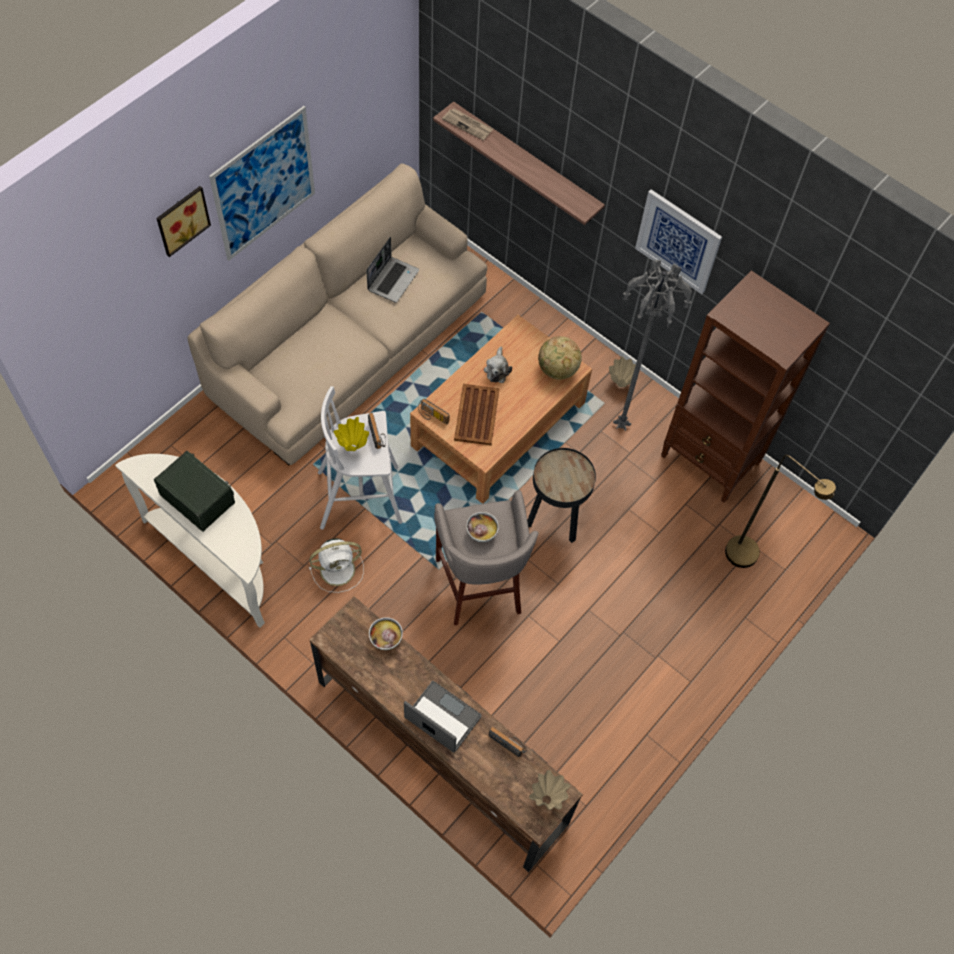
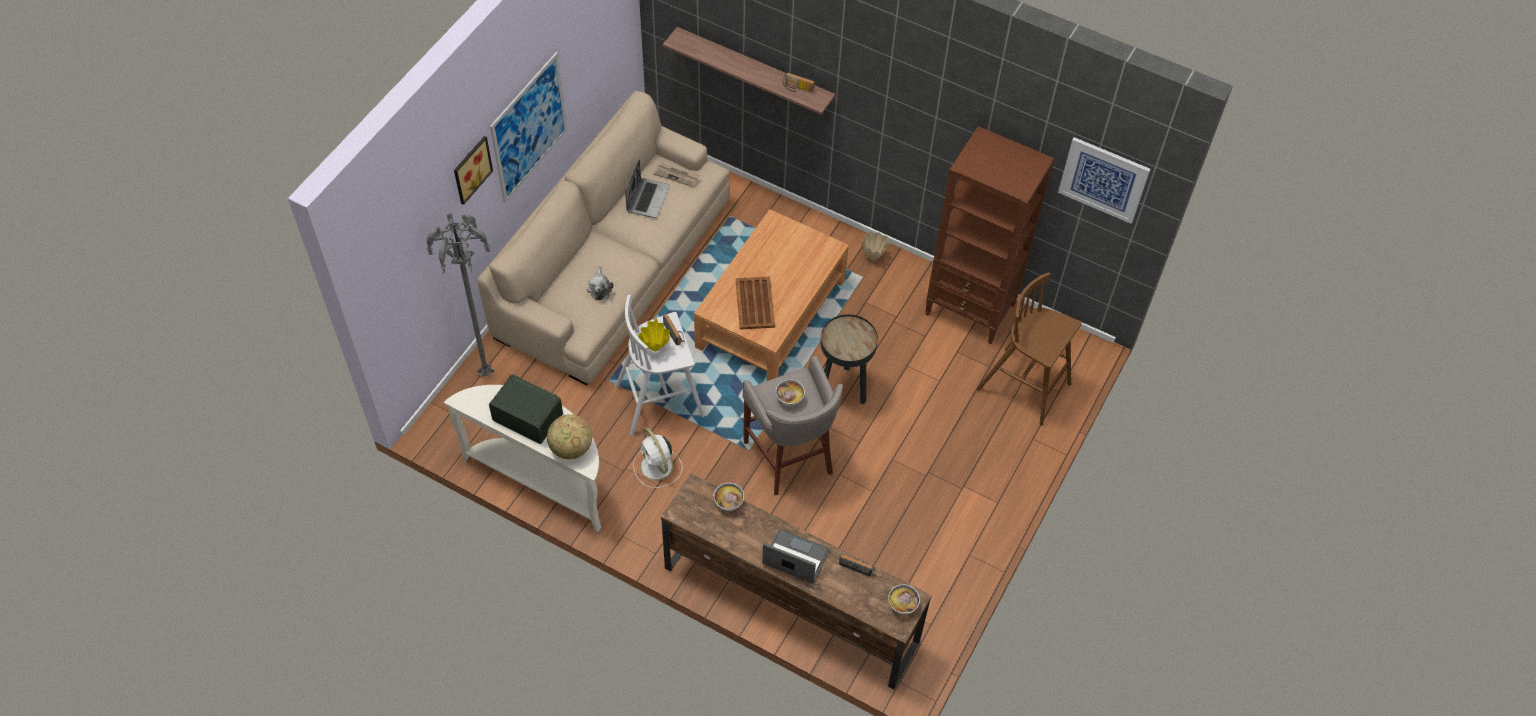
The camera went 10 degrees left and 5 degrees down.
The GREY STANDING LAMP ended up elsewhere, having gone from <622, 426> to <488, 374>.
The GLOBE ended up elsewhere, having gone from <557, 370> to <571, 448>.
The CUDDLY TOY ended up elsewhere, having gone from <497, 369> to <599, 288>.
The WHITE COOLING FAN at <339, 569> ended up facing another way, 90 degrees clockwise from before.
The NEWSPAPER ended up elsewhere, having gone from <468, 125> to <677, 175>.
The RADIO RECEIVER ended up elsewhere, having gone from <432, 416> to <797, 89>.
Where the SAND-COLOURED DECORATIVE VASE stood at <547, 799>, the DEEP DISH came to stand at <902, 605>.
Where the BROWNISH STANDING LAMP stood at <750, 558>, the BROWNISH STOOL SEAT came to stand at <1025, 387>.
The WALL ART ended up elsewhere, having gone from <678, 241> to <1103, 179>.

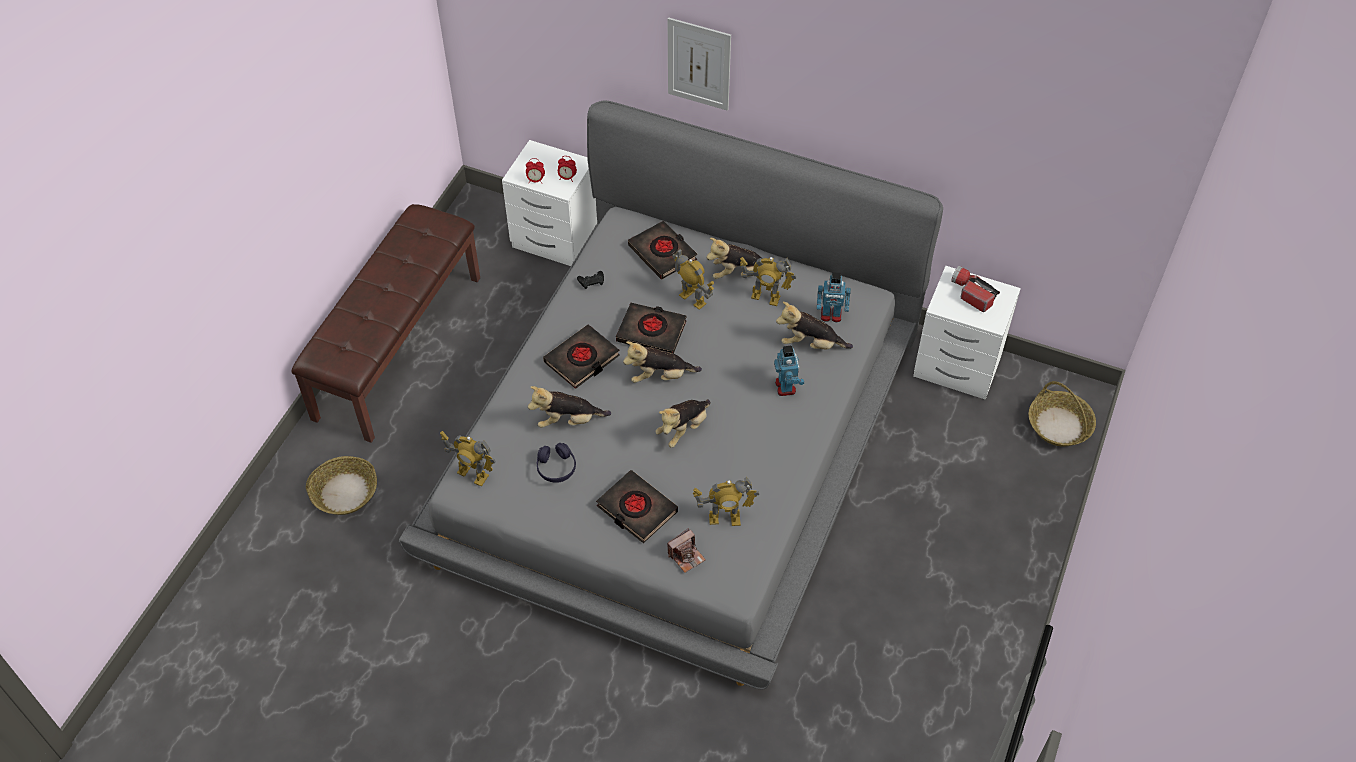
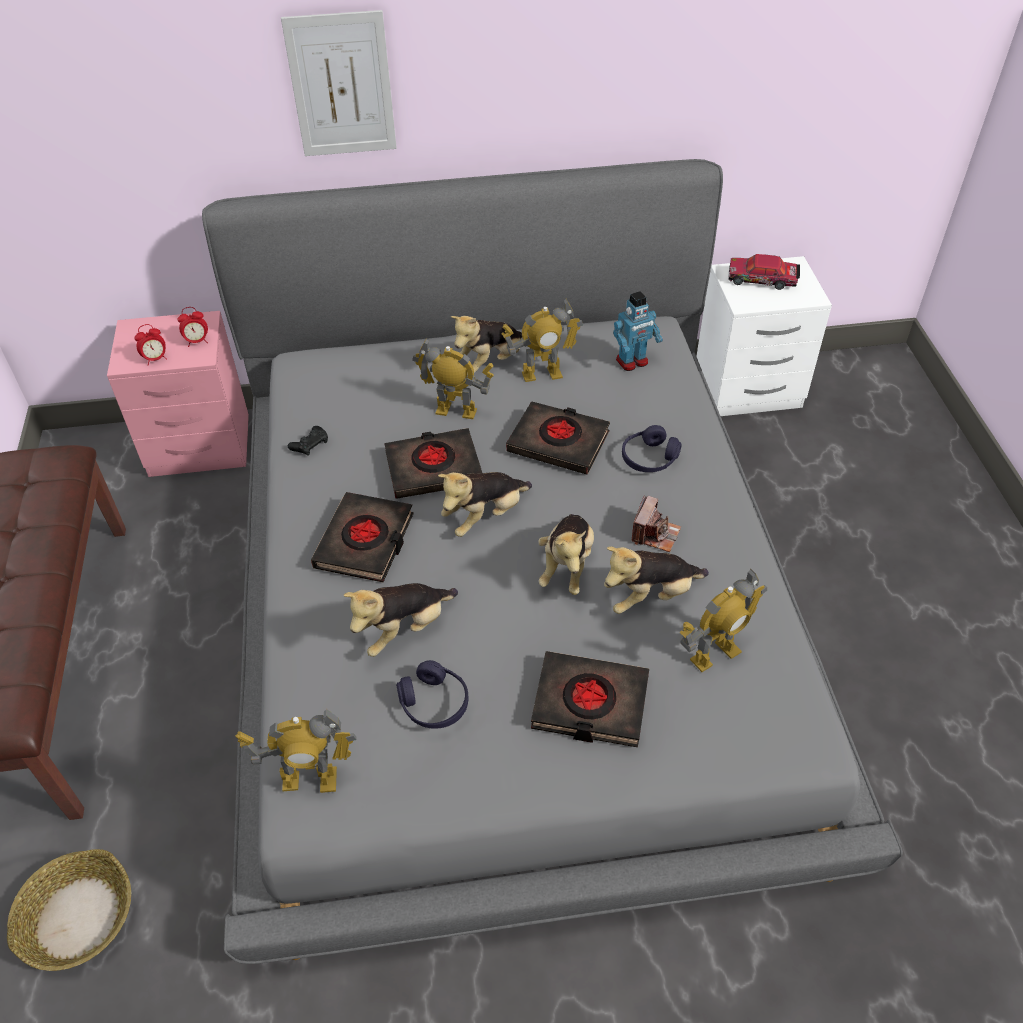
The camera went 30 degrees left and 5 degrees down.
What was the WHITE NIGHT TABLE at <556, 240> turned into the PINKISH NIGHT TABLE at <202, 446>.
The BLACK-COLOURED BOUND BOOK ended up elsewhere, having gone from <663, 253> to <558, 442>.
The CUDDLY TOY ended up elsewhere, having gone from <811, 344> to <650, 596>.
Where the ROBOT FIGURE stood at <786, 387>, the PURPLISH PAIR OF HEADPHONES came to stand at <649, 458>.
The PHOTO CAMERA ended up elsewhere, having gone from <686, 556> to <655, 534>.
Where the FLASHLIGHT stood at <971, 293>, the TOY CAR came to stand at <762, 279>.
The second view lost the BASKET at <1059, 426>.

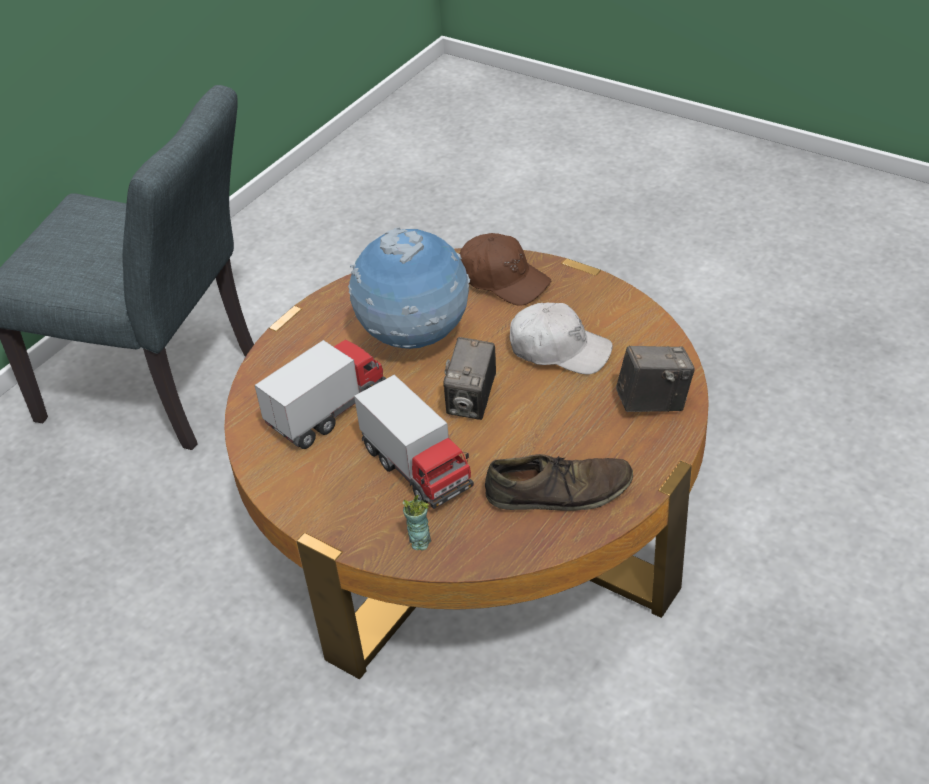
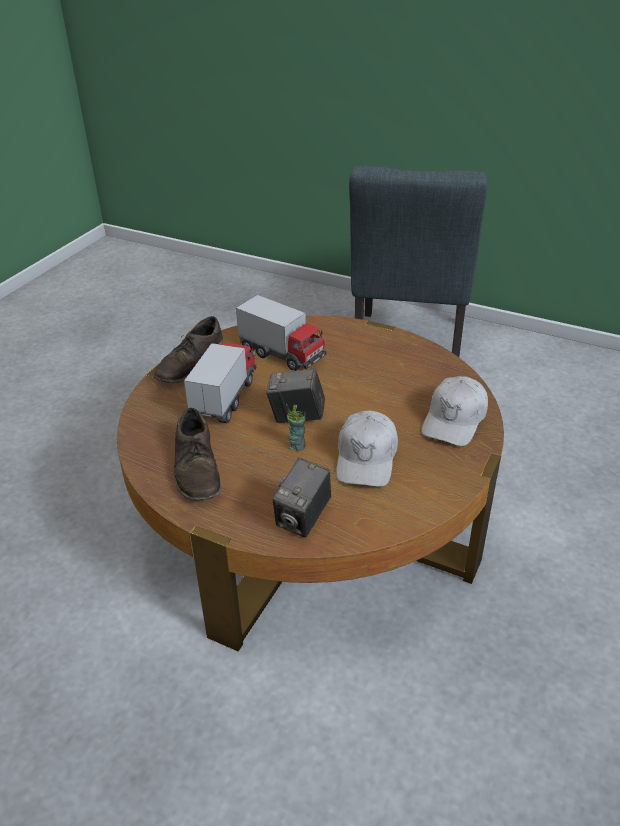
The camera went 80 degrees right and 5 degrees down.
The second view gained the BROWNISH LOW SHOE at <190, 362>.
The MODEL TRUCK at <417, 469> ended up facing another way, 150 degrees clockwise from before.
The PHOTO CAMERA at <653, 403> ended up facing another way, 45 degrees clockwise from before.
The CUP ended up elsewhere, having gone from <419, 541> to <297, 445>.
What was the BROWNISH BASEBALL CAP at <503, 280> turned into the WHITE BASEBALL CAP at <454, 420>.
The second view lost the GLOBE at <415, 340>.

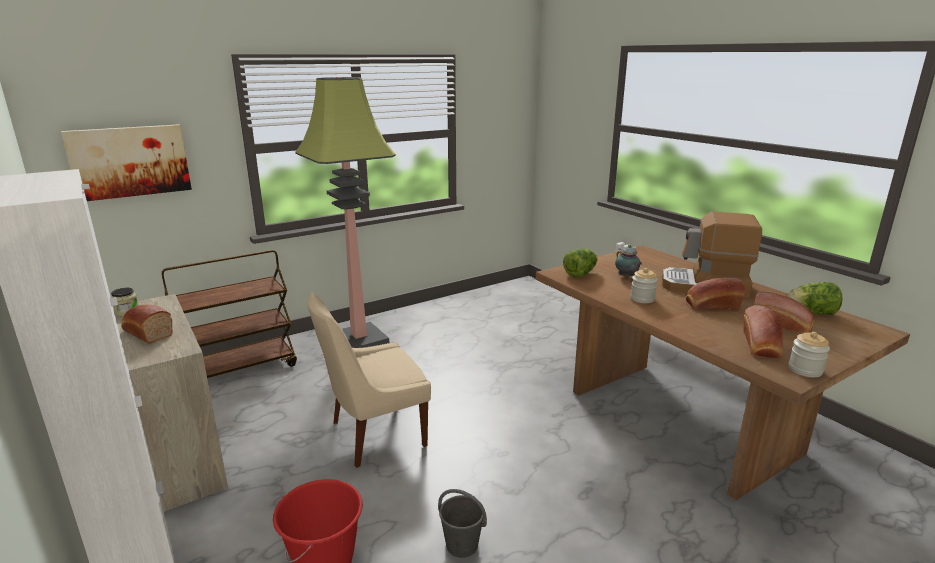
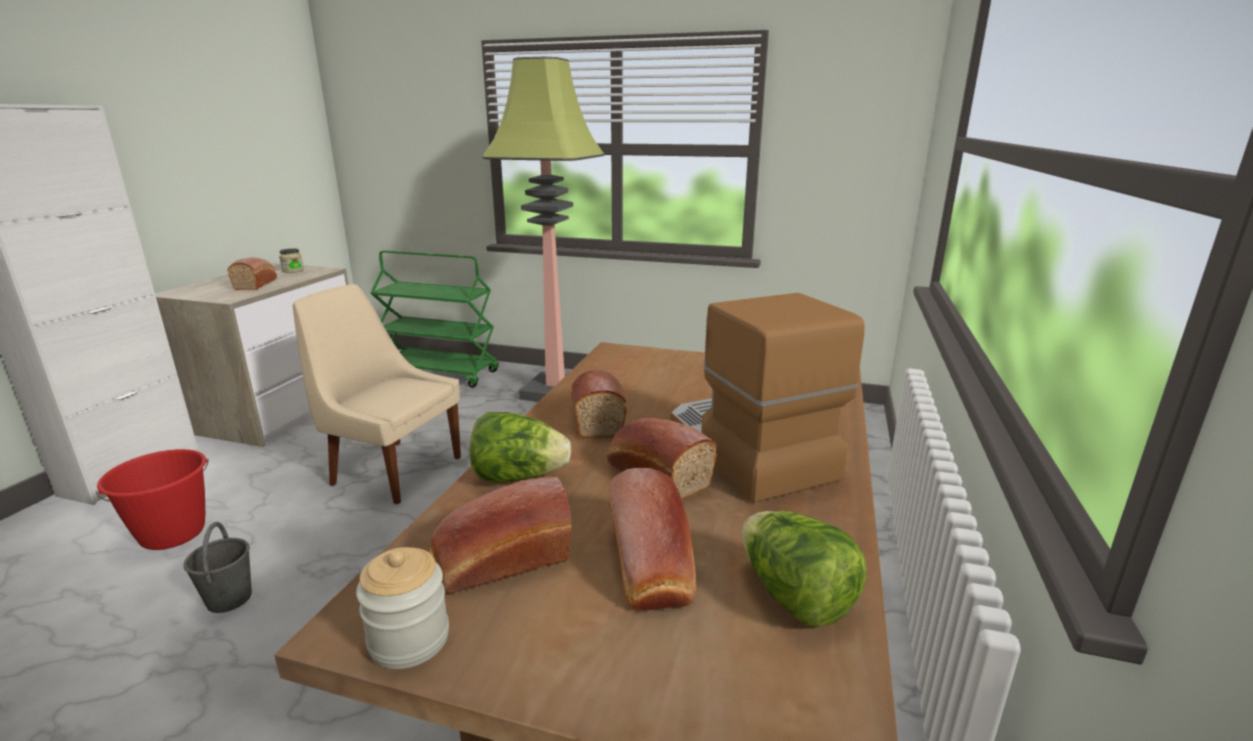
The camera went 50 degrees right and 0 degrees up.
What was the BROWNISH WHEELED CART at <239, 370> turned into the GREEN-COLOURED WHEELED CART at <441, 373>.
The LETTUCE ended up elsewhere, having gone from <580, 274> to <519, 477>.
Where the JAR stood at <642, 299>, the BAKERY BREAD came to stand at <596, 418>.
The second view lost the WALL ART at <130, 161>.
The second view lost the POT FOR TEA at <626, 277>.

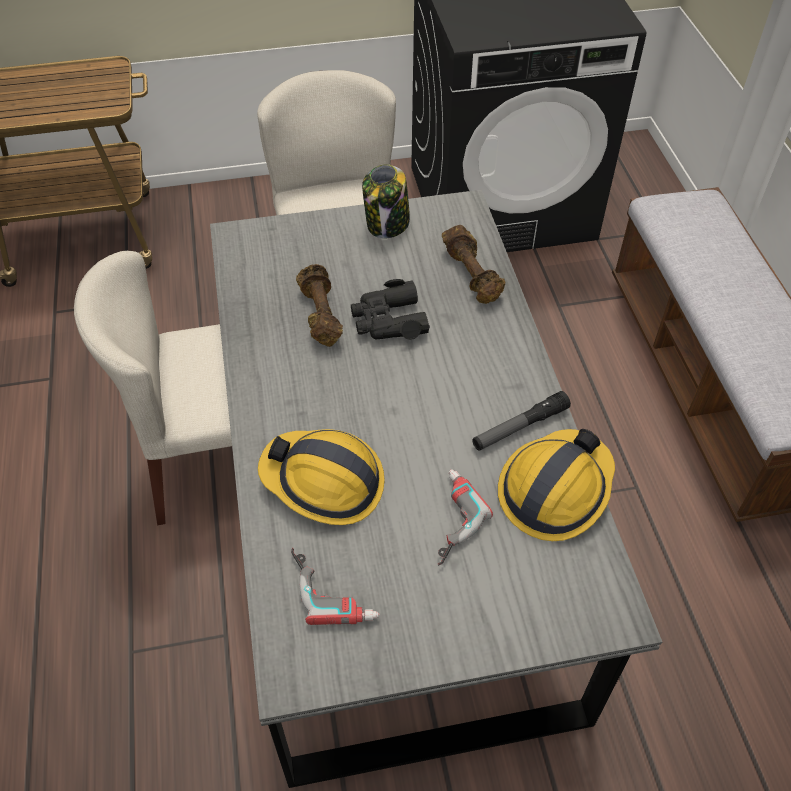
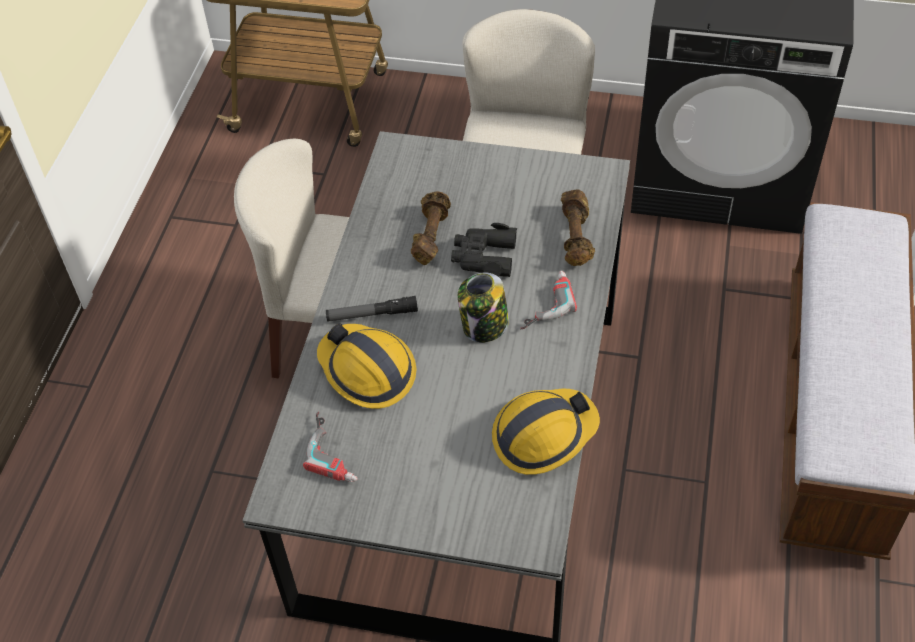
The camera went 25 degrees right and 0 degrees up.
The FLASHLIGHT ended up elsewhere, having gone from <520, 427> to <372, 314>.
The JAR ended up elsewhere, having gone from <387, 224> to <484, 326>.
The POWER DRILL ended up elsewhere, having gone from <447, 518> to <543, 303>.

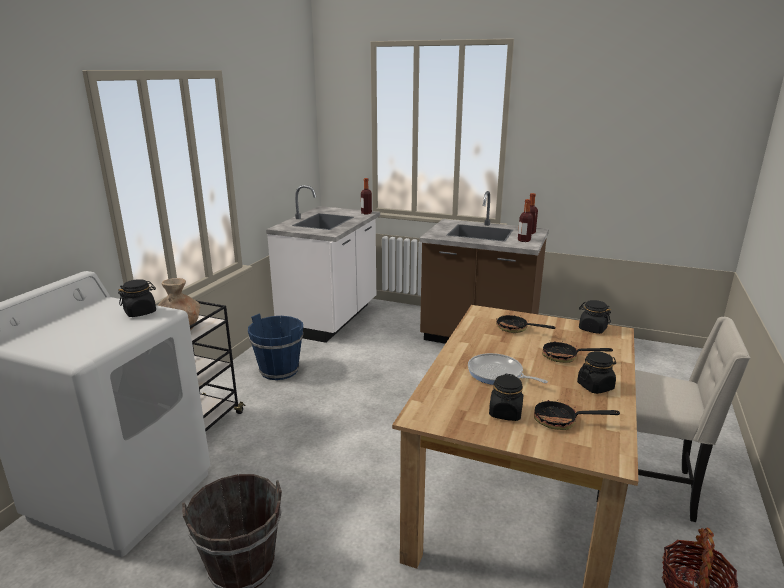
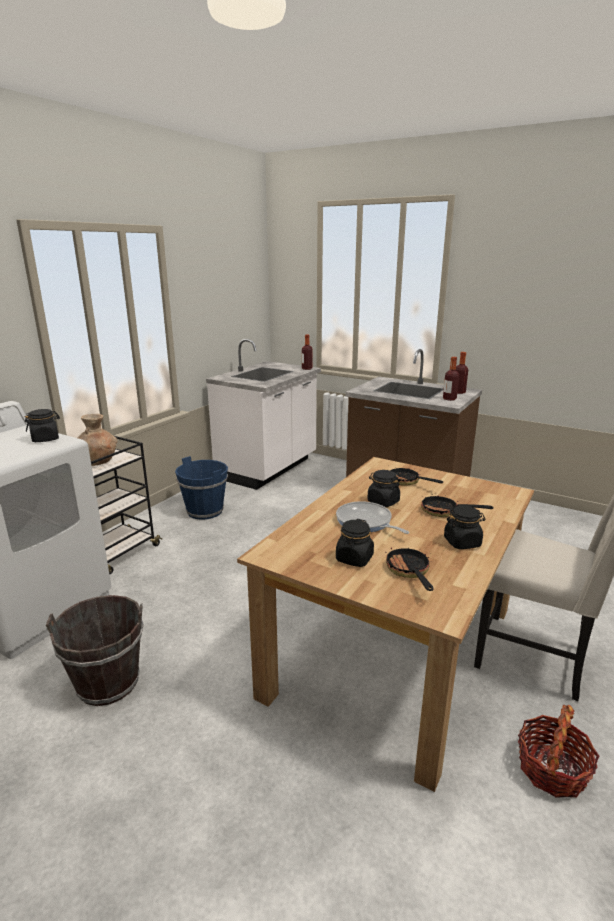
The camera went 10 degrees right and 0 degrees up.
The BLACK-COLOURED JAR ended up elsewhere, having gone from <592, 329> to <383, 501>.
The PAN at <562, 421> ended up facing another way, 60 degrees clockwise from before.

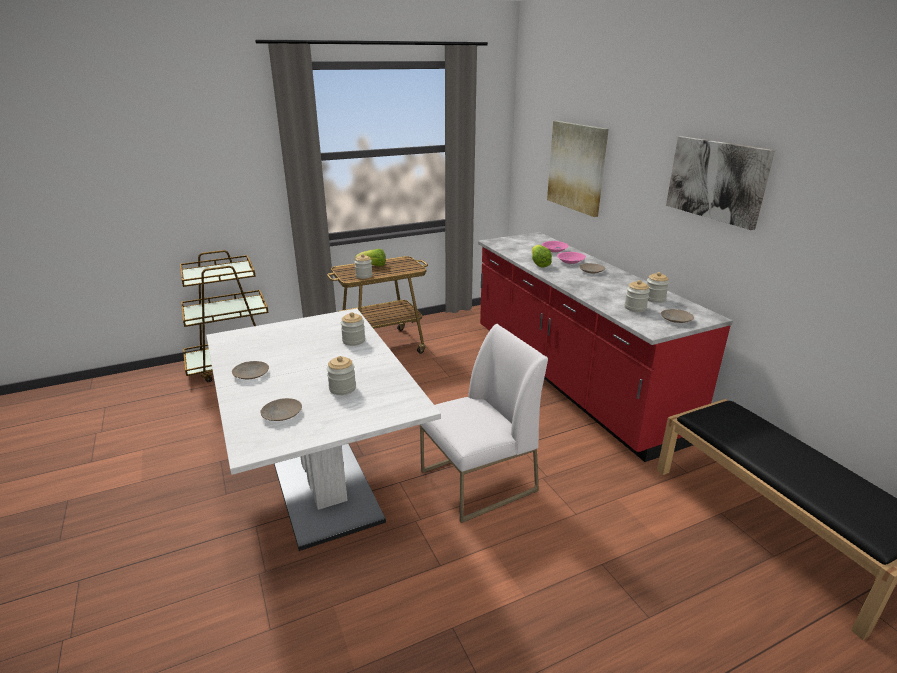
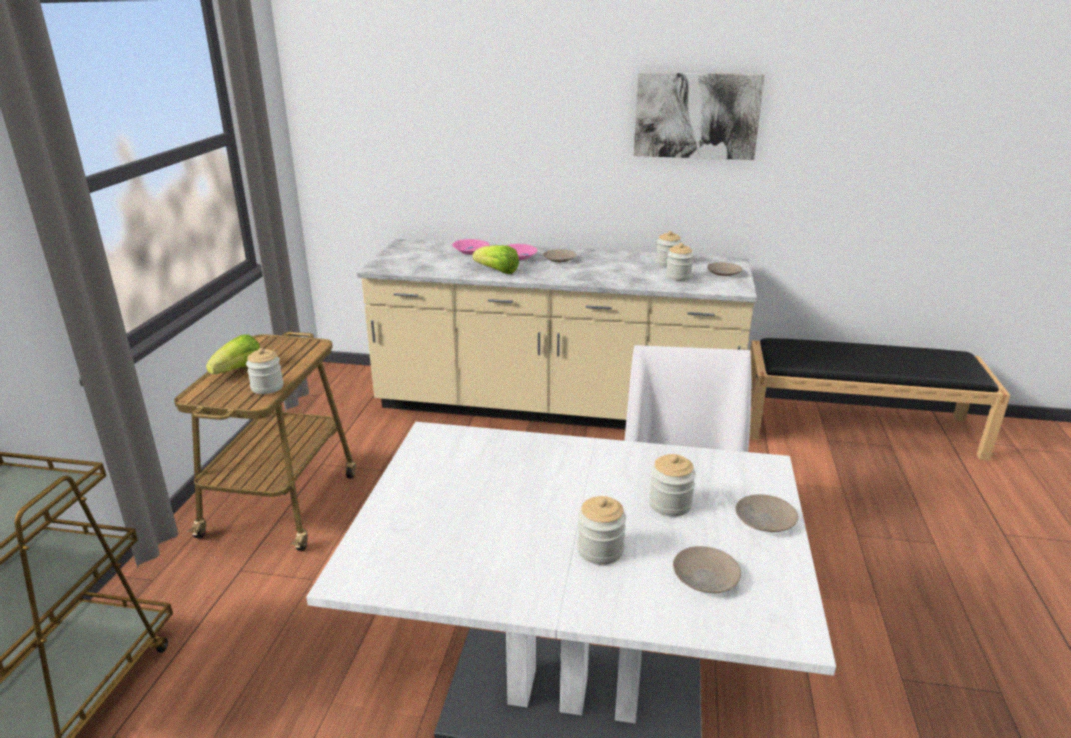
The camera went 55 degrees left and 0 degrees up.
What was the REDDISH COUNTER at <570, 380> turned into the SAND-COLOURED COUNTER at <555, 408>.
The JAR ended up elsewhere, having gone from <354, 341> to <600, 550>.
The SAND-COLOURED PLATE ended up elsewhere, having gone from <251, 374> to <764, 520>.
The second view lost the WALL ART at <577, 167>.

